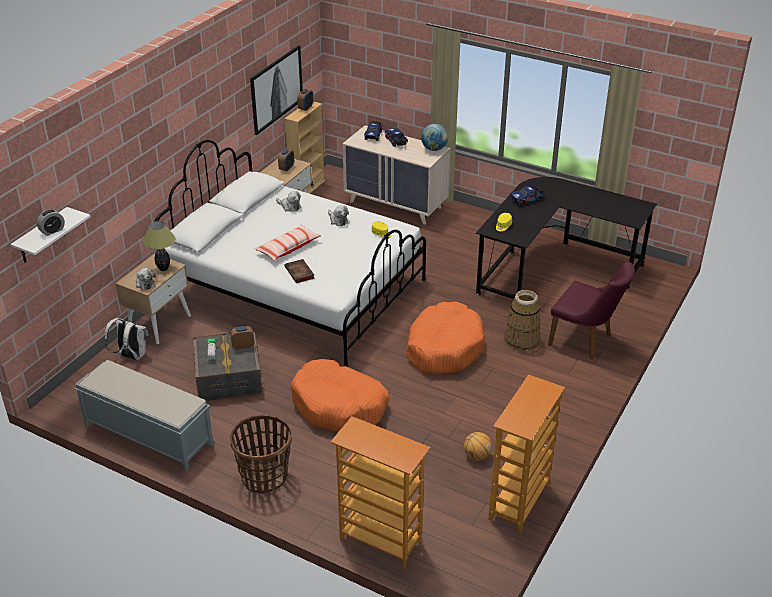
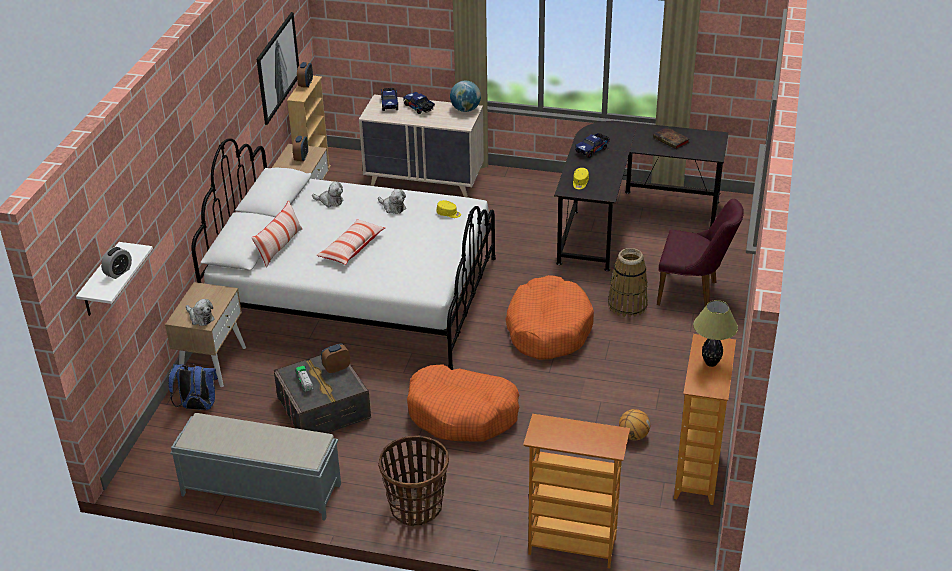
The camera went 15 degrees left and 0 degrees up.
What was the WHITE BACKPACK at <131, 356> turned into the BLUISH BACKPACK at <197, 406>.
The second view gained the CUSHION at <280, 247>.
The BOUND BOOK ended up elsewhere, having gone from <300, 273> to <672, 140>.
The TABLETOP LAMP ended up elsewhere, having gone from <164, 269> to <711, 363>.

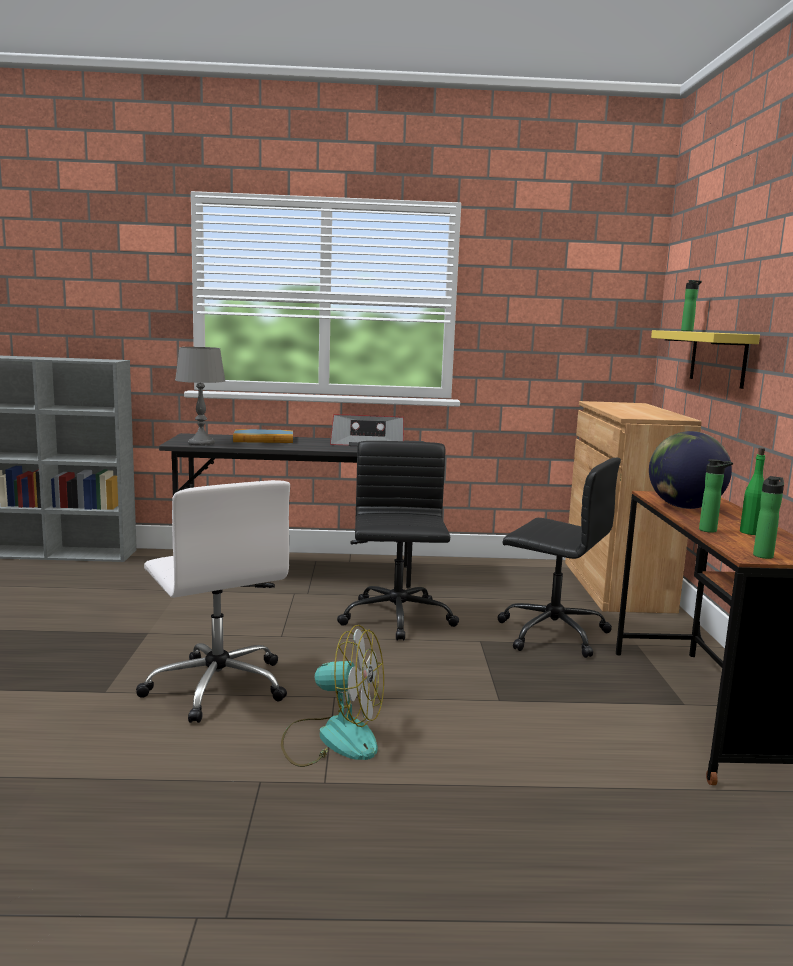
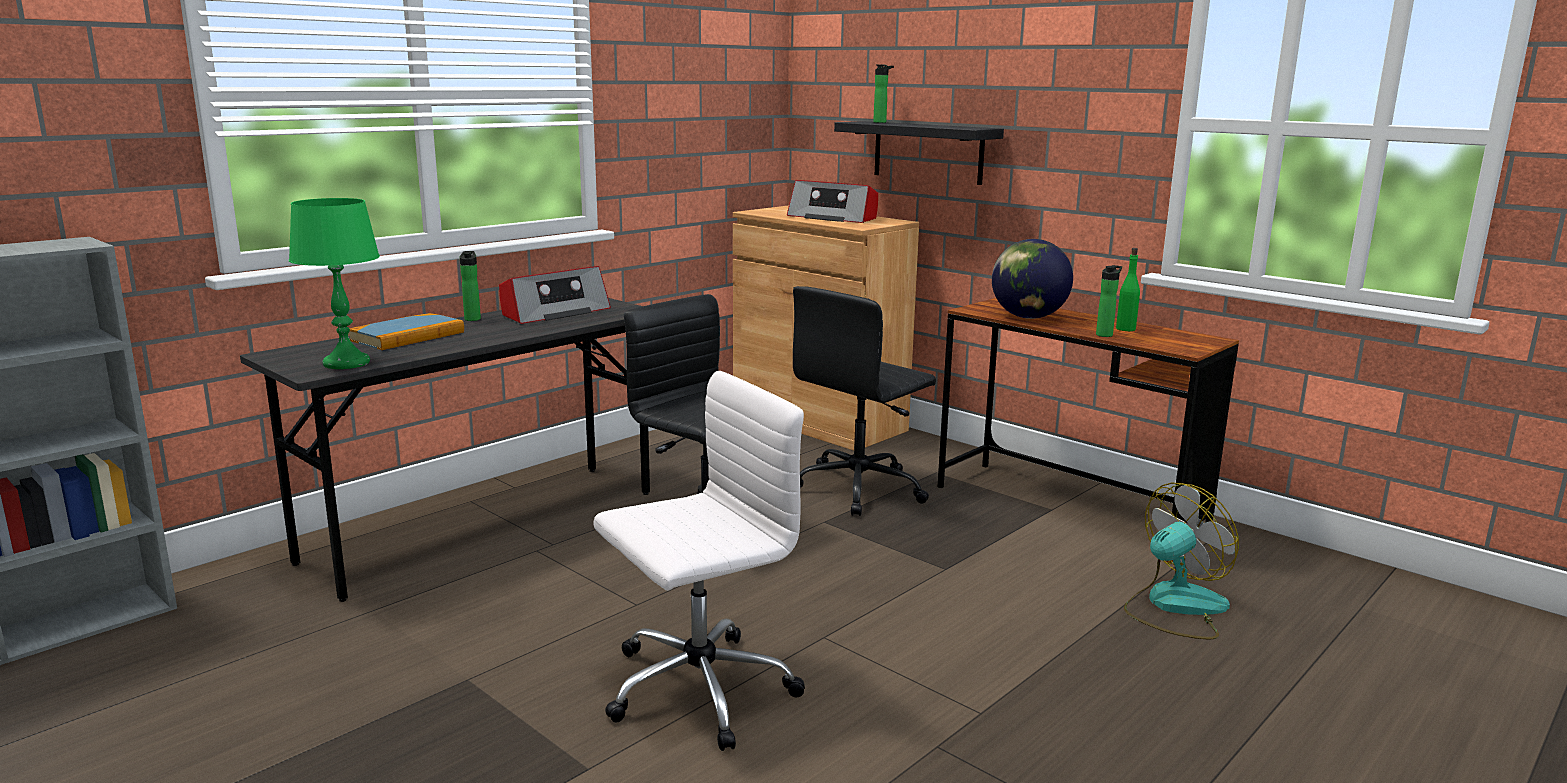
The camera went 45 degrees left and 5 degrees up.
What was the GREY TABLETOP LAMP at <201, 443> turned into the GREEN-COLOURED TABLETOP LAMP at <346, 363>.
The DRINK BOTTLE ended up elsewhere, having gone from <763, 555> to <472, 318>.
The WHITE OFFICE CHAIR at <217, 686> ended up facing another way, 45 degrees counterclockwise from before.
The second view gained the RADIO RECEIVER at <833, 217>.
The BLACK-COLOURED OFFICE CHAIR at <551, 633> ended up facing another way, 150 degrees clockwise from before.
What was the YELLOWISH WALL SHELF at <718, 358> turned into the BLACK-COLOURED WALL SHELF at <928, 152>.
The COOLING FAN ended up elsewhere, having gone from <333, 738> to <1174, 607>.

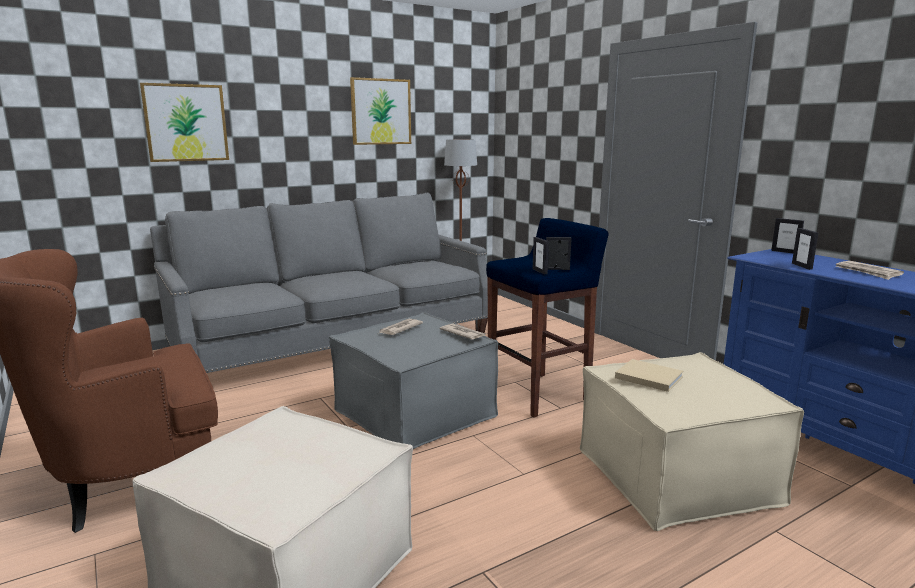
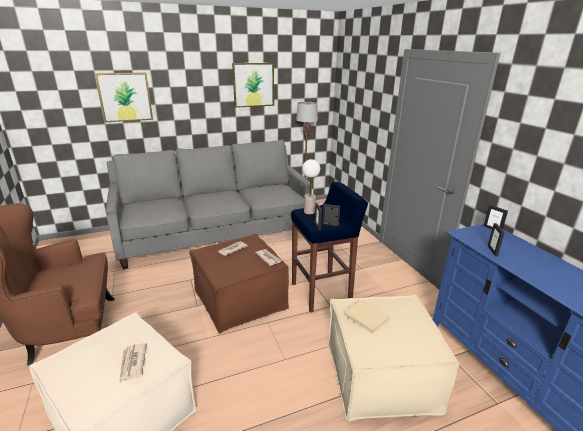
The camera went 10 degrees right and 10 degrees up.
The NEWSPAPER ended up elsewhere, having gone from <867, 272> to <132, 363>.
What was the GREY POUFFE at <415, 413> turned into the BROWNISH POUFFE at <240, 299>.
The second view gained the TABLETOP LAMP at <309, 212>.

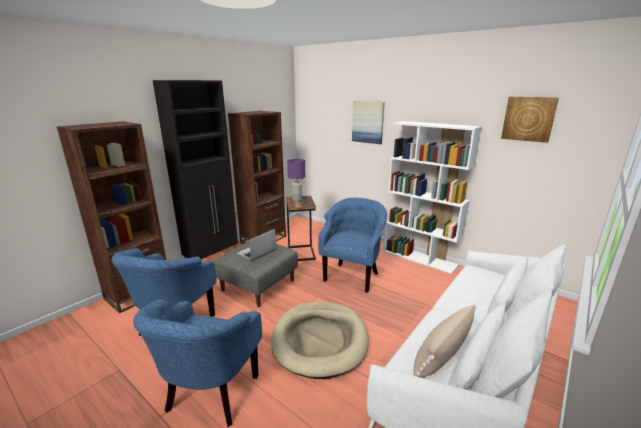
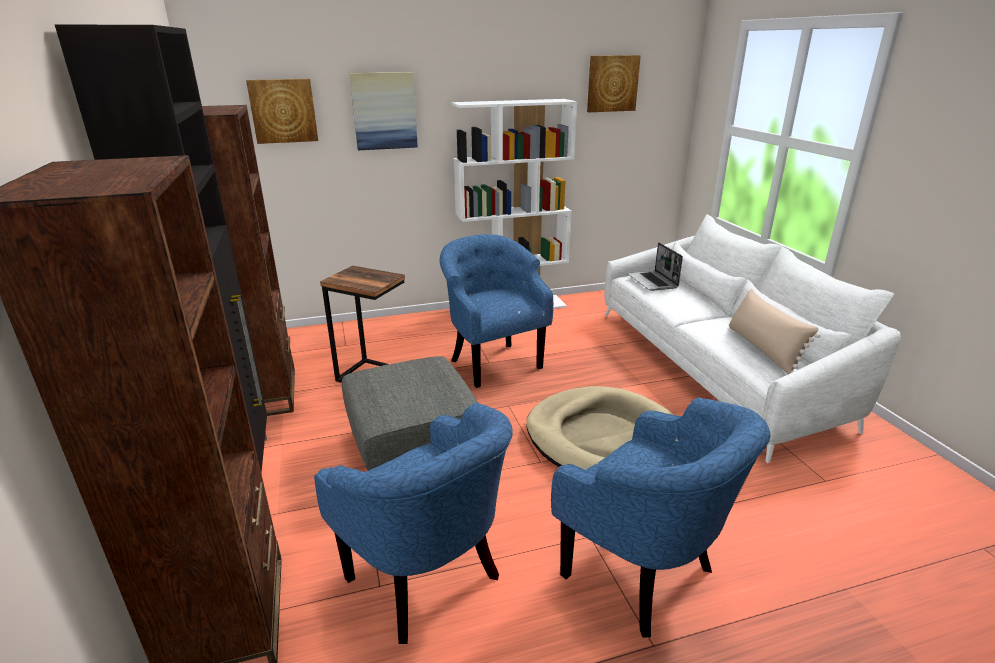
The camera went 55 degrees left and 5 degrees up.
The second view gained the WALL ART at <283, 111>.
The LAPTOP ended up elsewhere, having gone from <256, 252> to <653, 282>.
The second view lost the PURPLISH TABLETOP LAMP at <297, 199>.

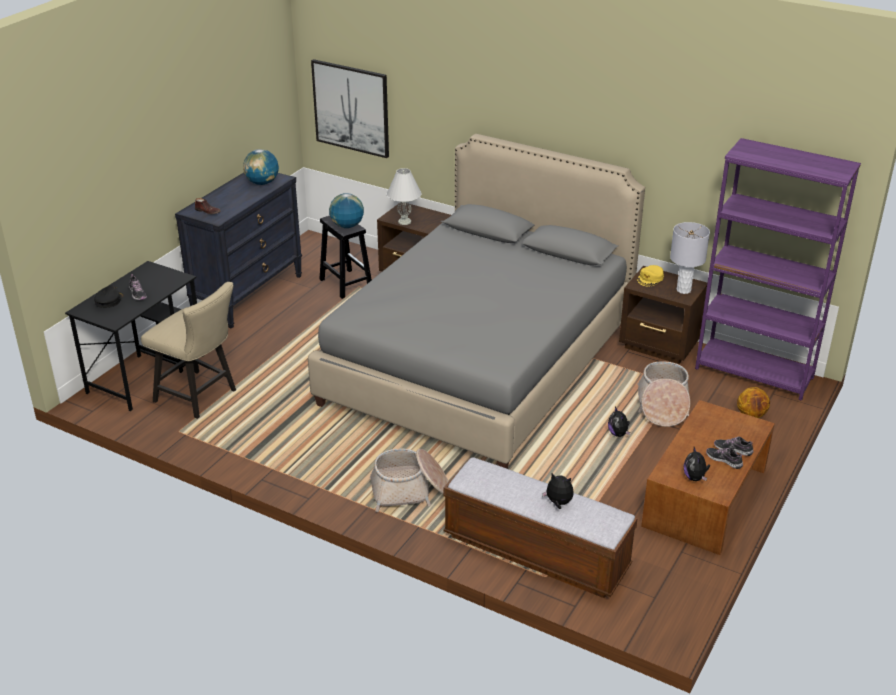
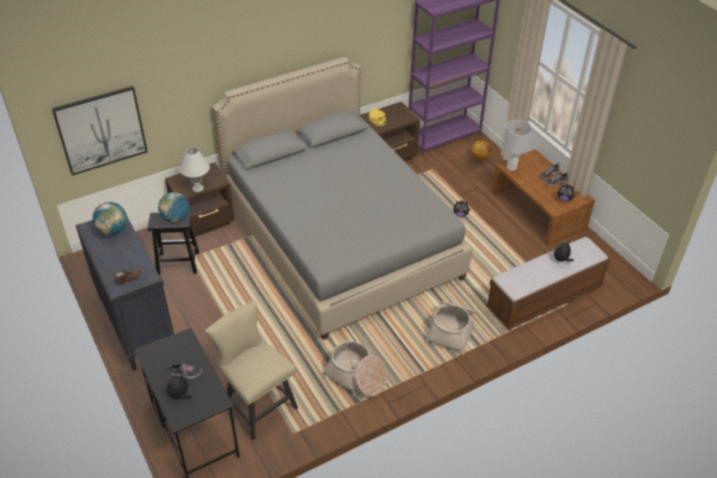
The camera went 60 degrees left and 10 degrees up.
Where the BLACK-COLOURED BASEBALL CAP stood at <109, 300>, the CUDDLY TOY came to stand at <180, 396>.
The SAND-COLOURED UPRIGHT CHAIR at <200, 397> ended up facing another way, 105 degrees counterclockwise from before.
The BASKET ended up elsewhere, having gone from <662, 405> to <356, 376>.
The GREY TABLETOP LAMP ended up elsewhere, having gone from <684, 290> to <511, 167>.

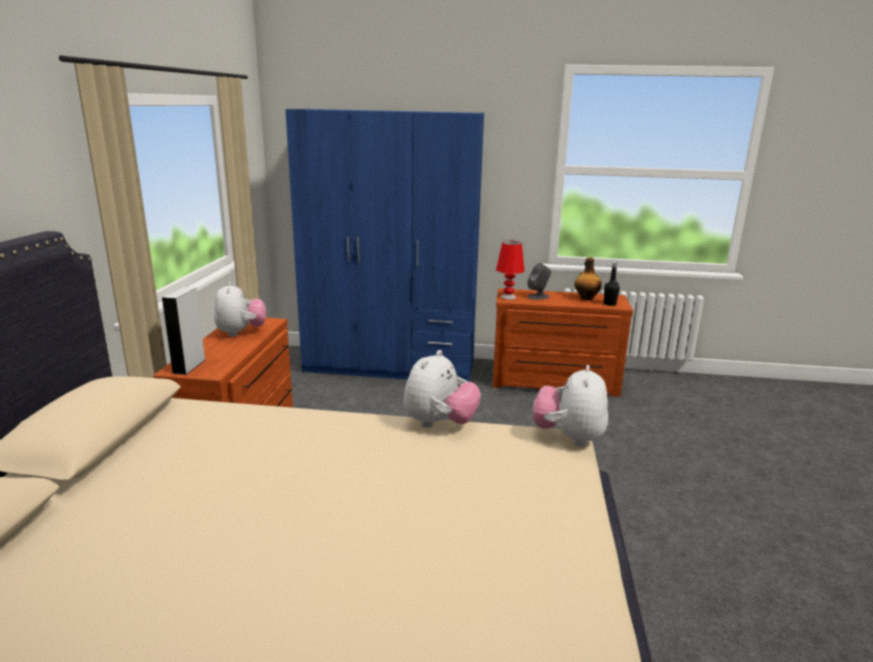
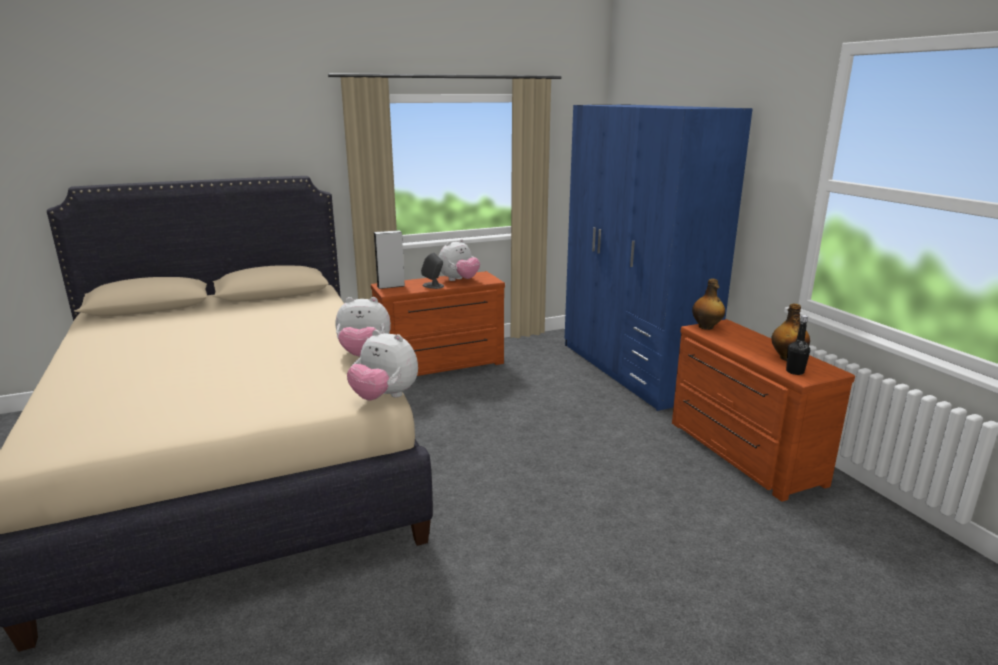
The camera went 60 degrees right and 0 degrees up.
The CUDDLY TOY at <569, 437> ended up facing another way, 135 degrees counterclockwise from before.
The GREY LOUDSPEAKER ended up elsewhere, having gone from <538, 296> to <433, 286>.
Where the REDDISH TABLETOP LAMP stood at <508, 297>, the DRINK BOTTLE came to stand at <706, 327>.

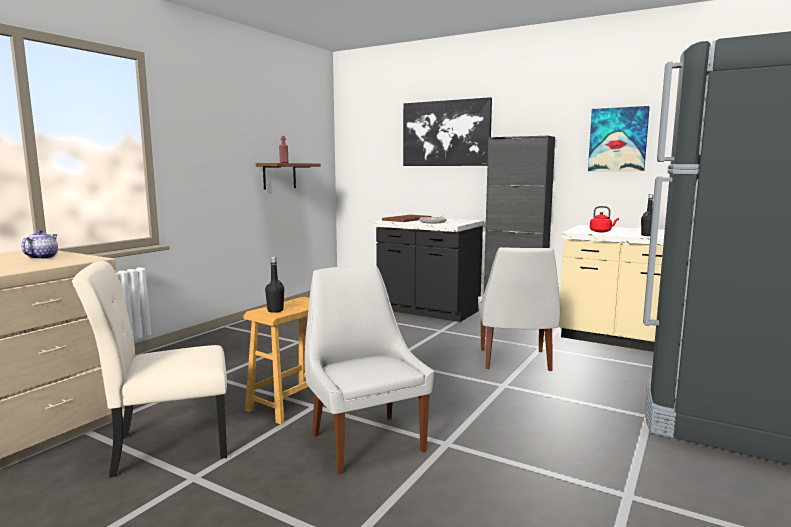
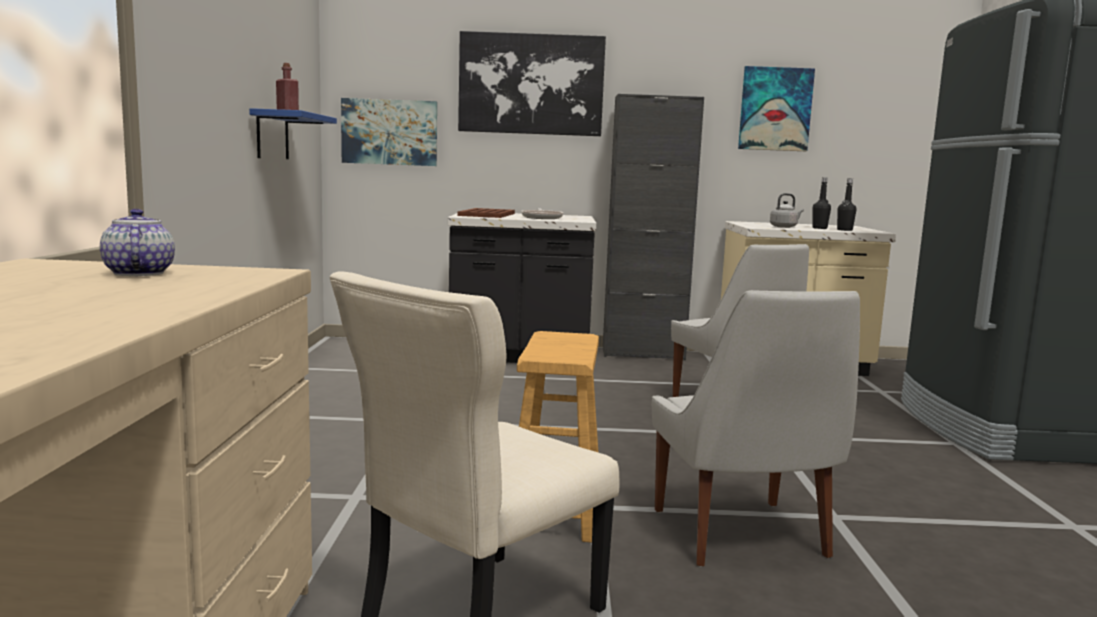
The camera went 30 degrees left and 0 degrees up.
What was the BROWNISH WALL SHELF at <279, 176> turned into the BLUISH WALL SHELF at <272, 135>.
The second view gained the WALL ART at <389, 132>.
The WHITE UPRIGHT CHAIR at <365, 441> ended up facing another way, 135 degrees counterclockwise from before.
What was the REDDISH TEA KETTLE at <601, 231> turned into the GREY TEA KETTLE at <784, 227>.
The BLACK-COLOURED DRINK BOTTLE ended up elsewhere, having gone from <275, 310> to <819, 228>.

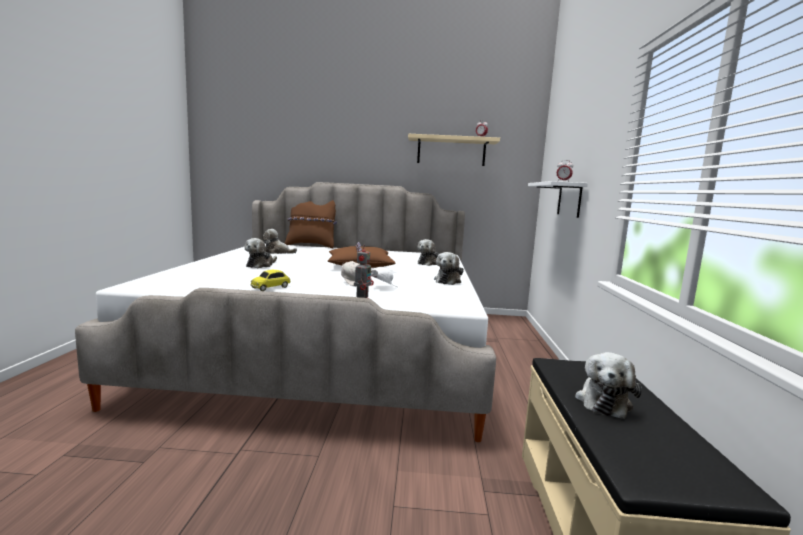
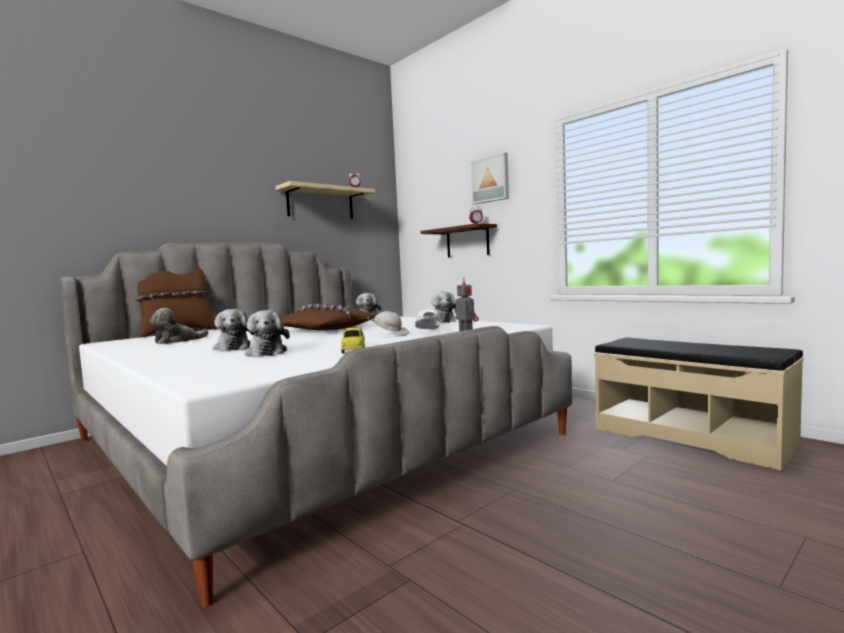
The camera went 45 degrees left and 5 degrees down.
The CUDDLY TOY ended up elsewhere, having gone from <603, 401> to <266, 352>.
What was the WHITE WALL SHELF at <569, 199> turned into the BROWNISH WALL SHELF at <467, 242>.
The second view gained the WALL ART at <491, 179>.

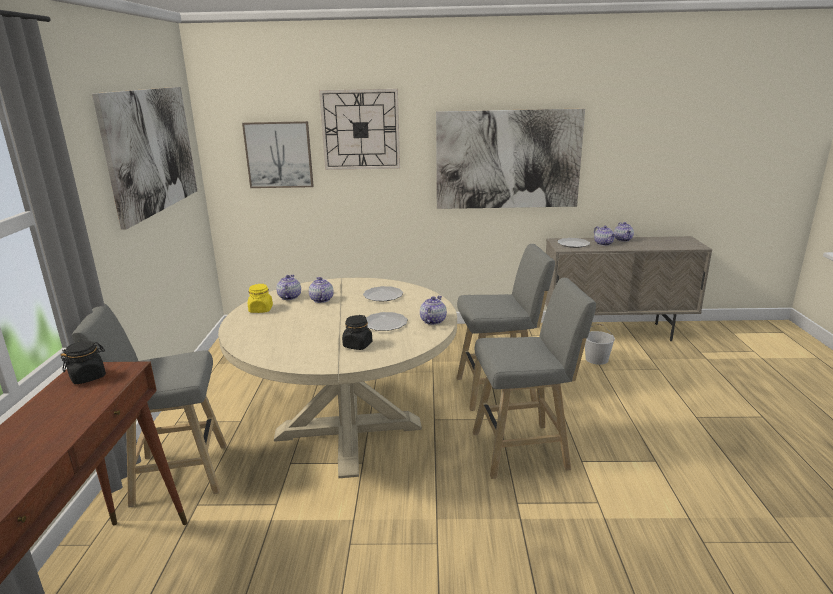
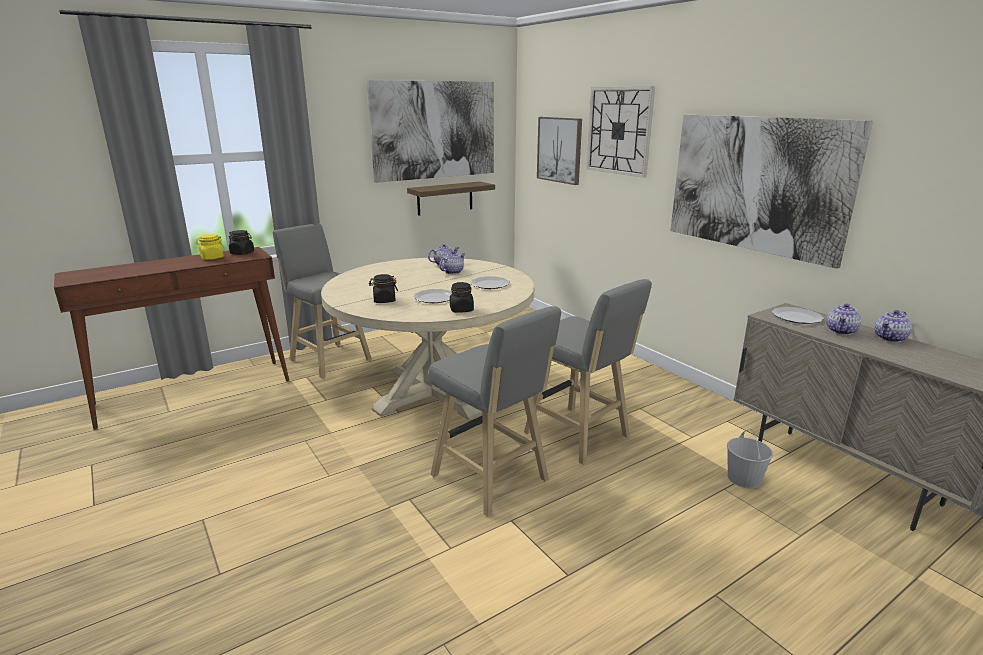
The camera went 55 degrees right and 0 degrees up.
The YELLOWISH JAR ended up elsewhere, having gone from <261, 310> to <212, 258>.
The second view gained the WALL SHELF at <445, 198>.
Where the POT FOR TEA stood at <432, 321>, the BLACK-COLOURED JAR came to stand at <461, 310>.

